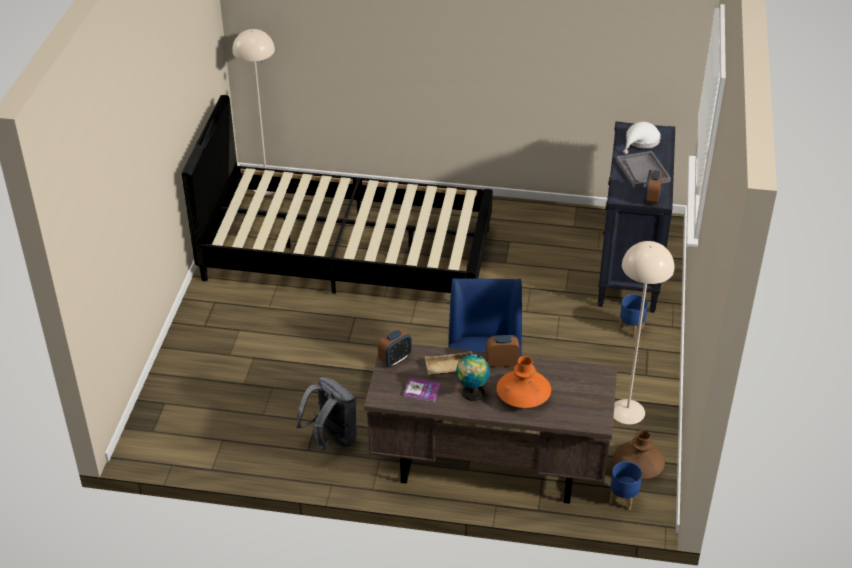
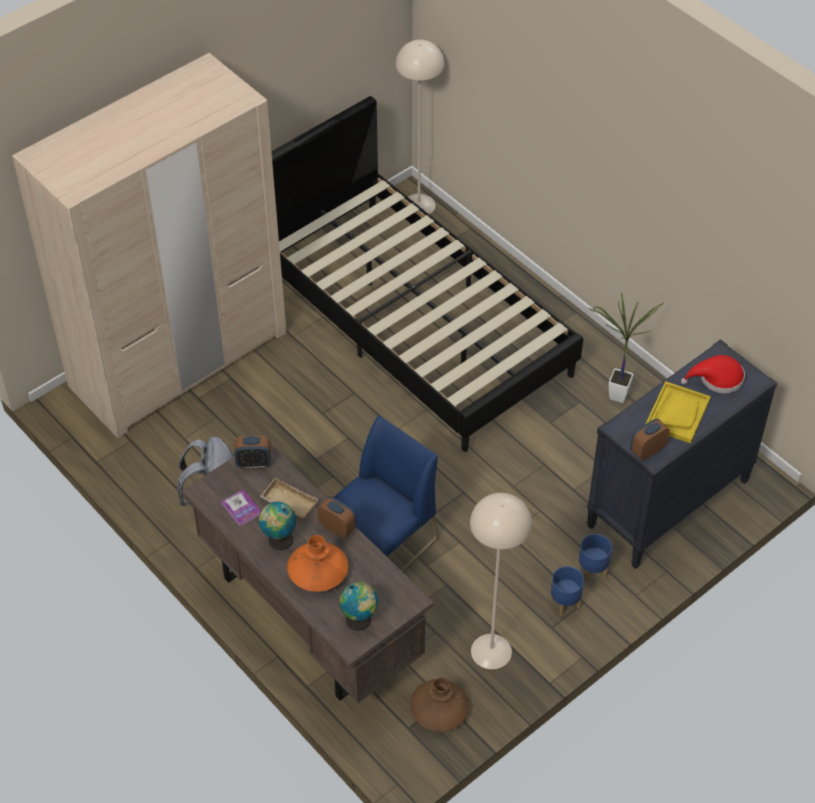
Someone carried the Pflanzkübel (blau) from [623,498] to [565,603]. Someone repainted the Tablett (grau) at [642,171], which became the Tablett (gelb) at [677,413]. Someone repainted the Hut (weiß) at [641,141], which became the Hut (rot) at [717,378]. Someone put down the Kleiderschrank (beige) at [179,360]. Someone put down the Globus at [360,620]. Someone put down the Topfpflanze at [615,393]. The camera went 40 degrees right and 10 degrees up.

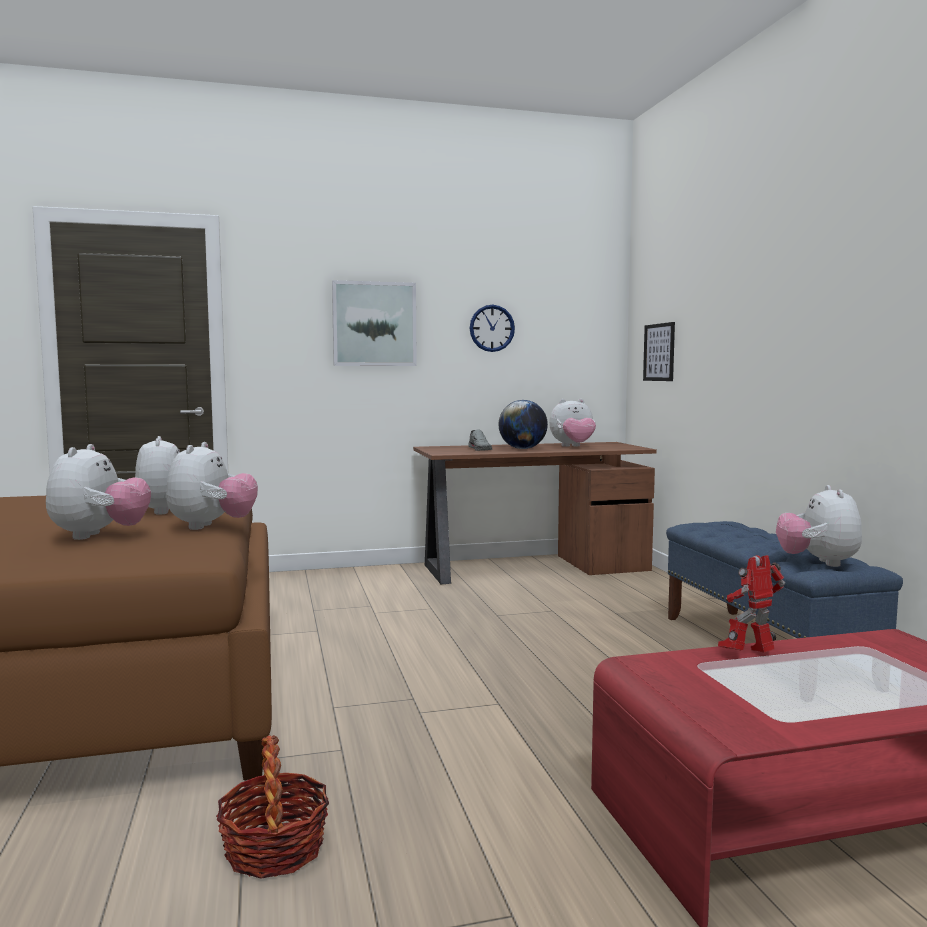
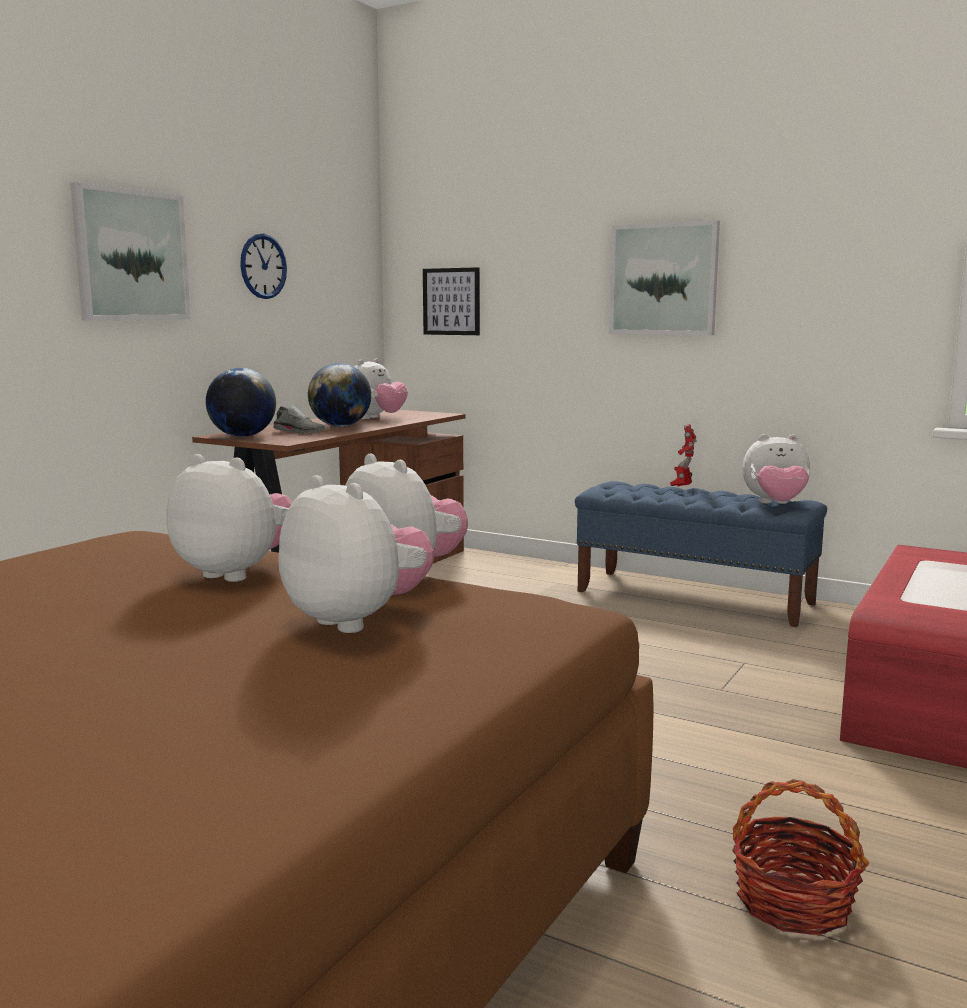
Someone carried the Spielzeugroboter from [749,655] to [682,488]. Someone rotated the Plüschtier at [818,563] by 45 degrees counterclockwise. Someone put down the Globus at [242,436]. Someone put up the Bild at [663,279]. The camera went 45 degrees left and 5 degrees up.

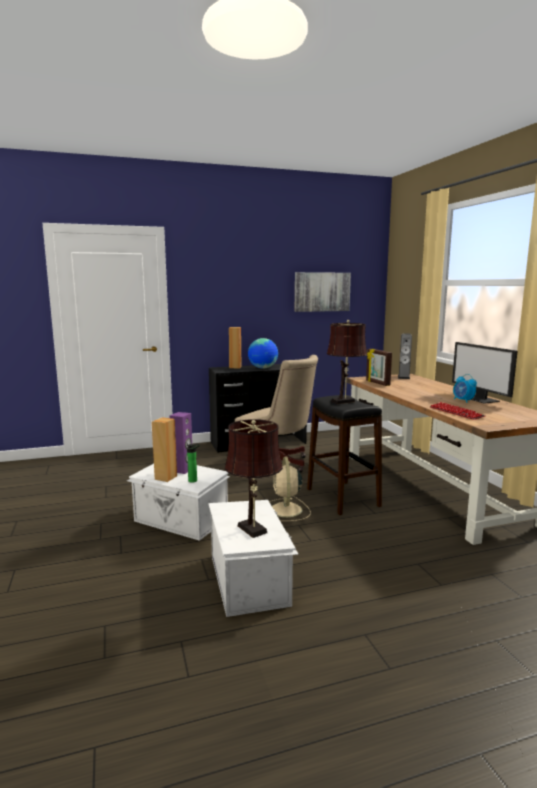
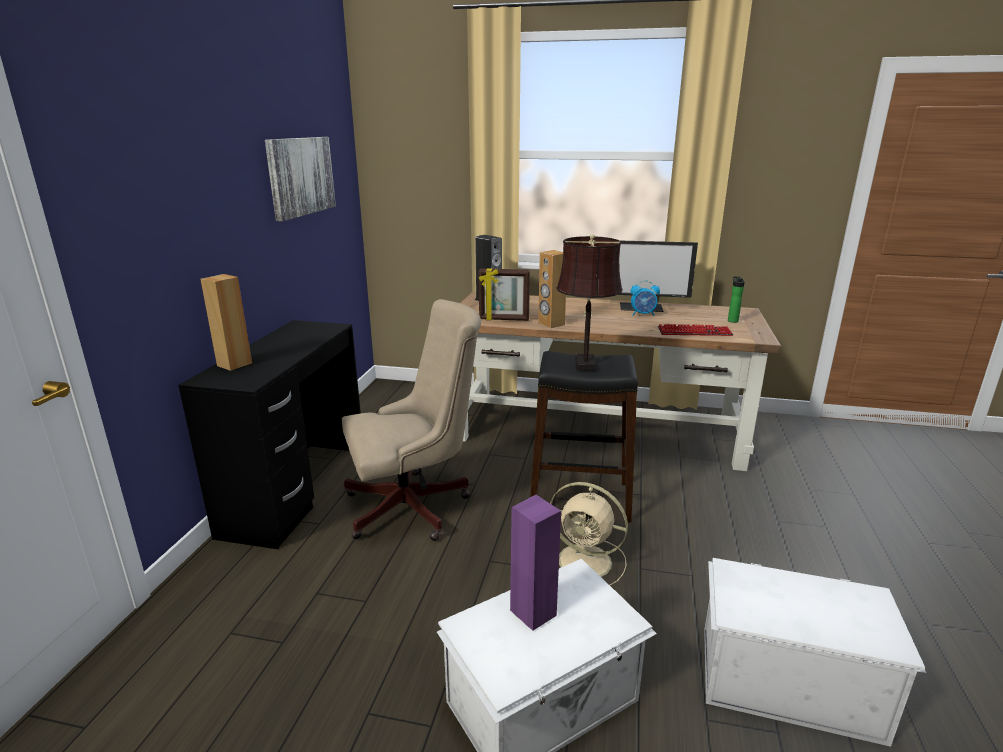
Someone carried the Lautsprecher (braun) from [165,477] to [551,324]. Someone carried the Flasche from [194,480] to [732,320]. Someone took away the Tischlampe (braun) at [253,530]. Someone took away the Globus at [263,368]. The camera went 60 degrees left and 10 degrees up.

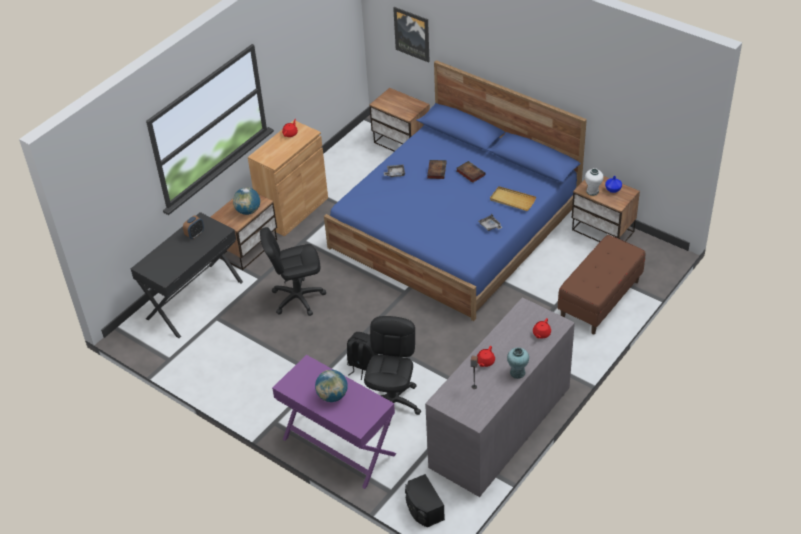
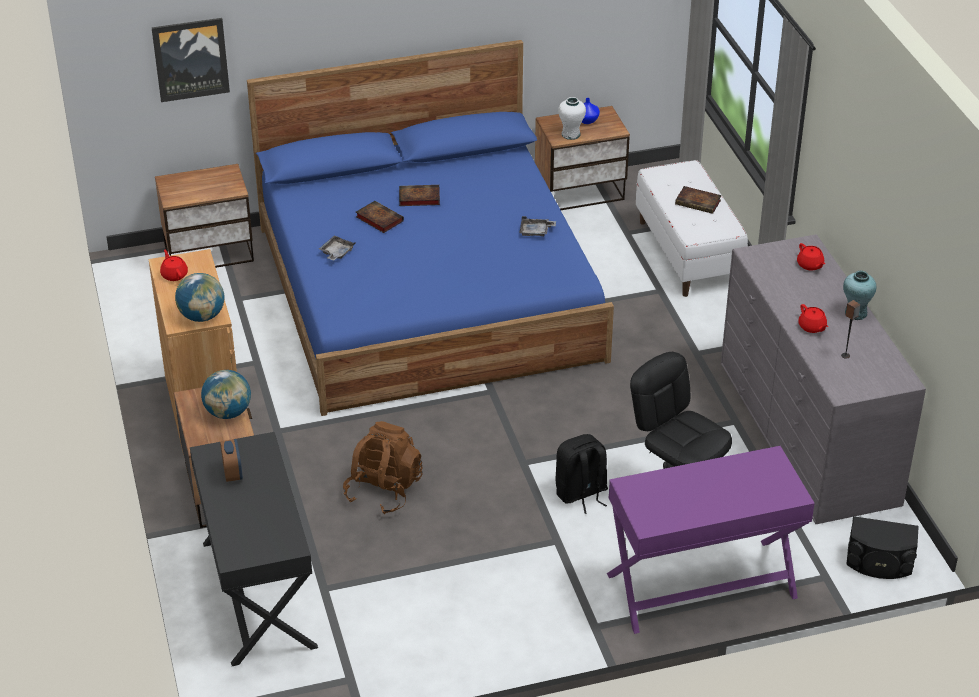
Someone swapped the Bürostuhl (schwarz) at [297,298] for the Rucksack (braun) at [384,490]. Someone carried the Globus from [332,396] to [202,316]. Someone took away the Tablett (beige) at [512,200]. Someone repainted the Bank (braun) at [600,300], which became the Bank (weiß) at [688,254]. Someone put down the Buch at [699,202]. The camera went 55 degrees left and 5 degrees down.

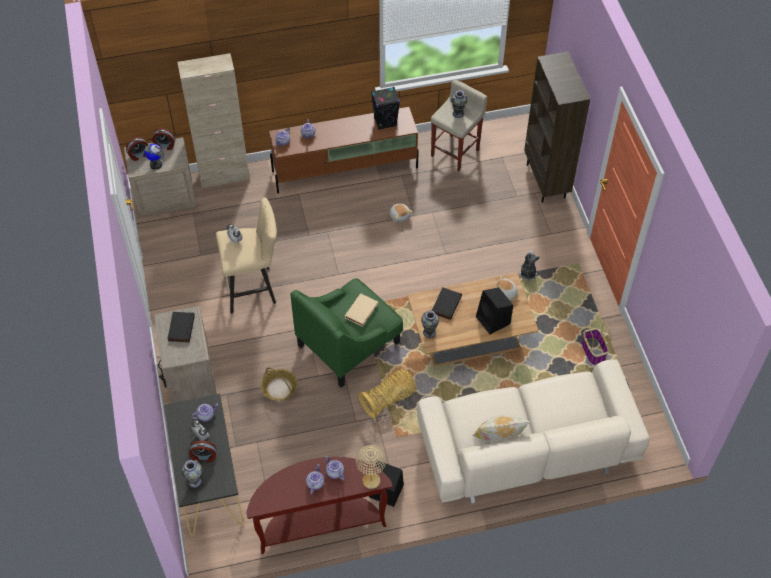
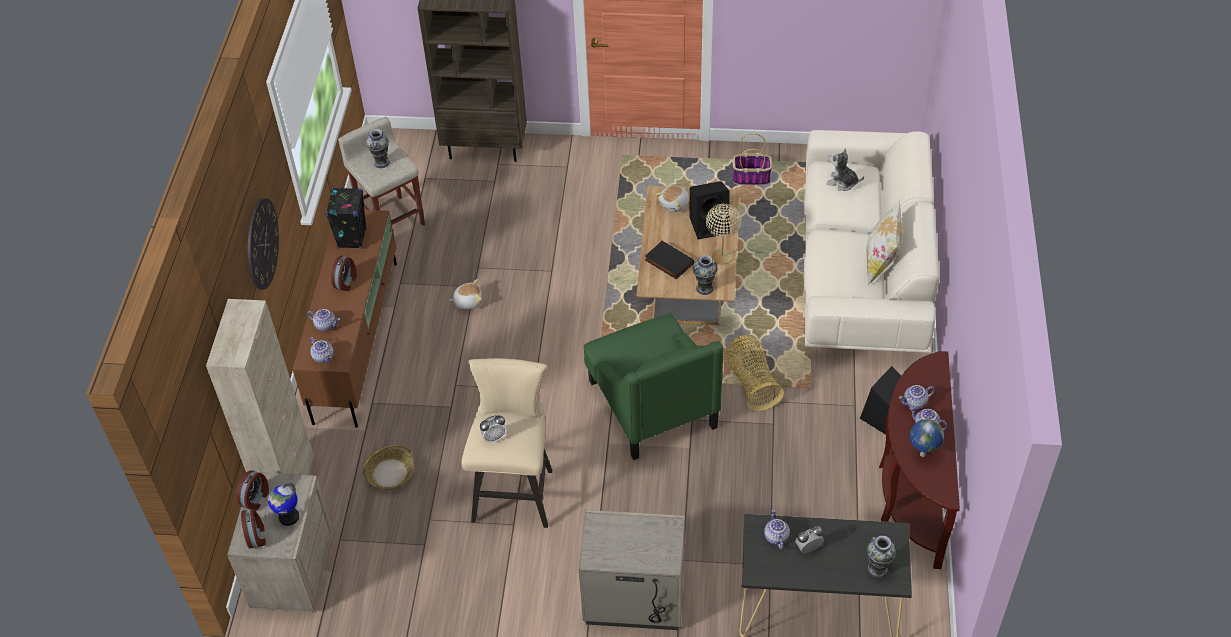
Someone took away the Buch (schwarz) at [180,328]. Someone carried the Wecker from [204,457] to [346,282]. Someone carried the Korb from [279,388] to [389,473]. Someone took away the Buch (beige) at [361,310]. Someone carried the Tischlampe (beige) from [371,481] to [722,257]. Someone carried the Plüschtier from [527,273] to [842,182]. Someone put up the Wanduhr at [262,243]. Someone put down the Globus at [921,454]. The camera went 70 degrees left and 5 degrees down.

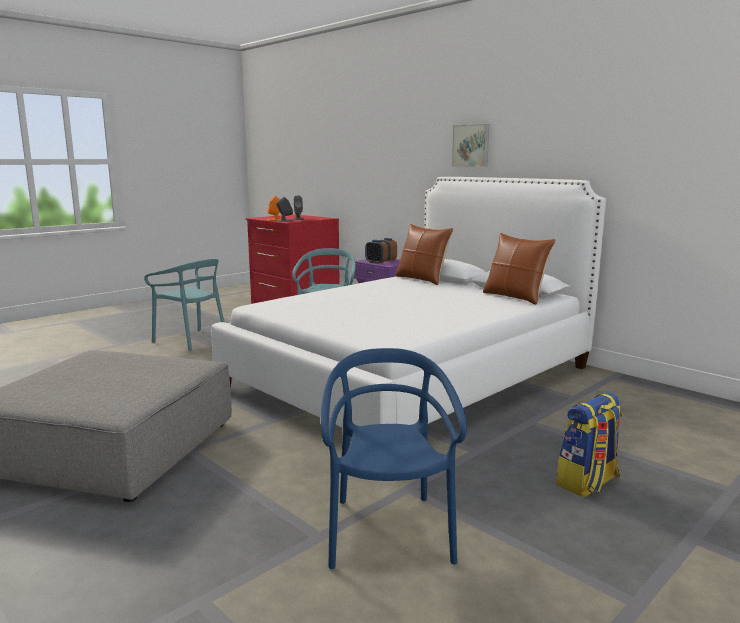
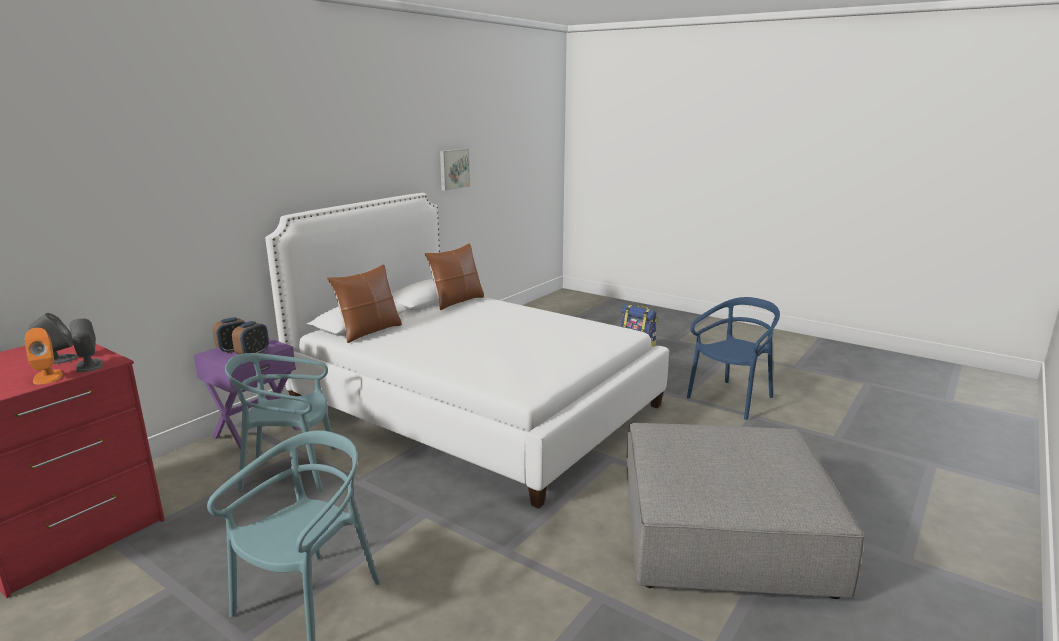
Someone rotated the Stuhl (blau) at [388,532] by 150 degrees clockwise. Someone carried the Bild from [471,145] to [453,169]. The camera went 100 degrees left and 5 degrees up.

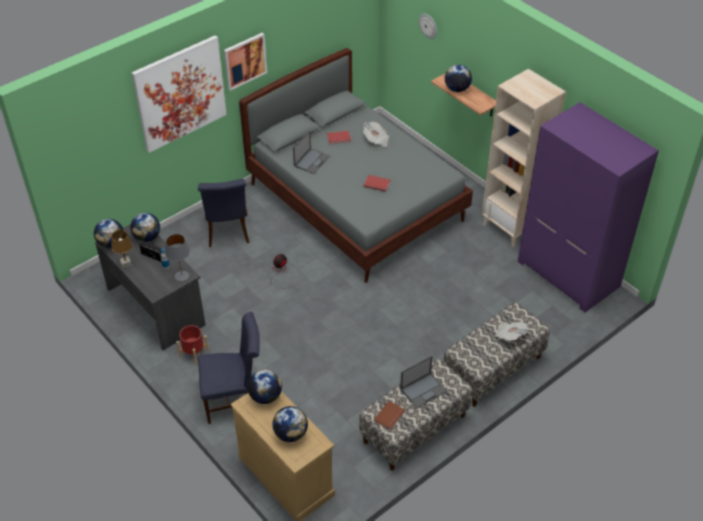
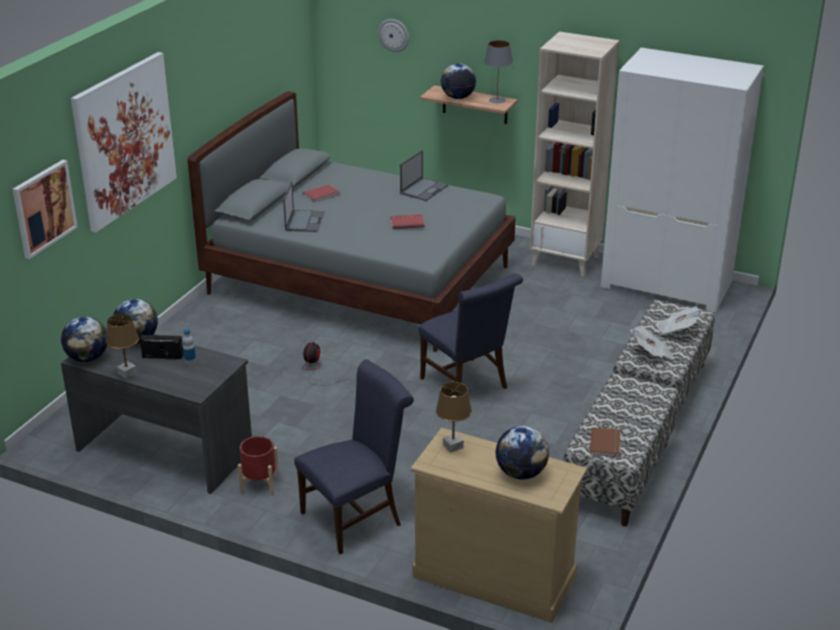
Someone carried the Tischlampe (grau) from [181,276] to [497,100]. Someone carried the Stuhl (blau) from [228,233] to [467,385]. Someone carried the Bild from [245,61] to [43,208]. Someone swapped the Globus at [266,396] for the Tischlampe (braun) at [453,446]. Someone carried the Zeitung from [376,140] to [652,354]. Someone carried the Laptop from [423,390] to [424,189]. Someone repainted the Kleiderschrank (lila) at [569,274], which became the Kleiderschrank (weiß) at [668,284]. The camera went 25 degrees left and 15 degrees down.

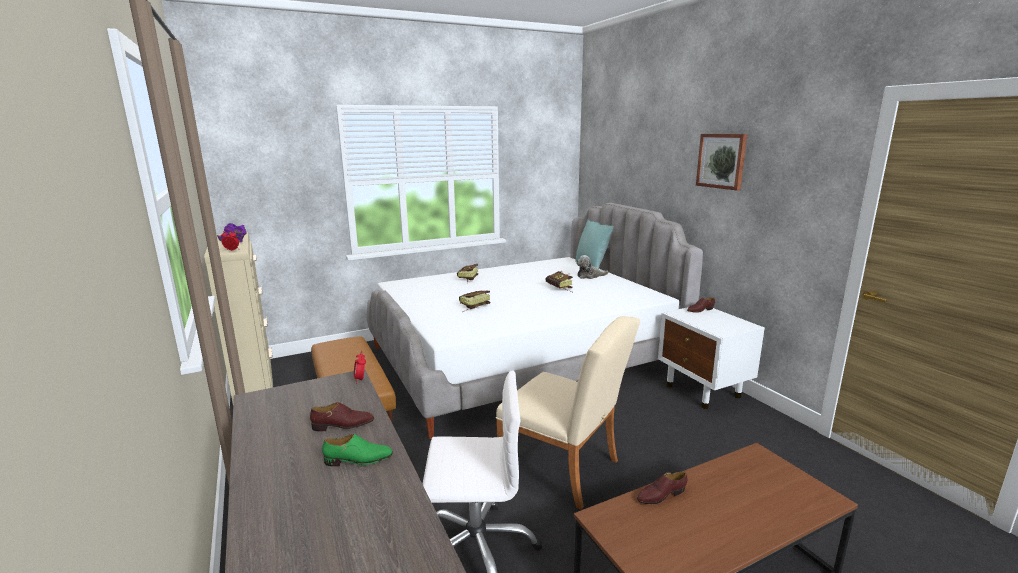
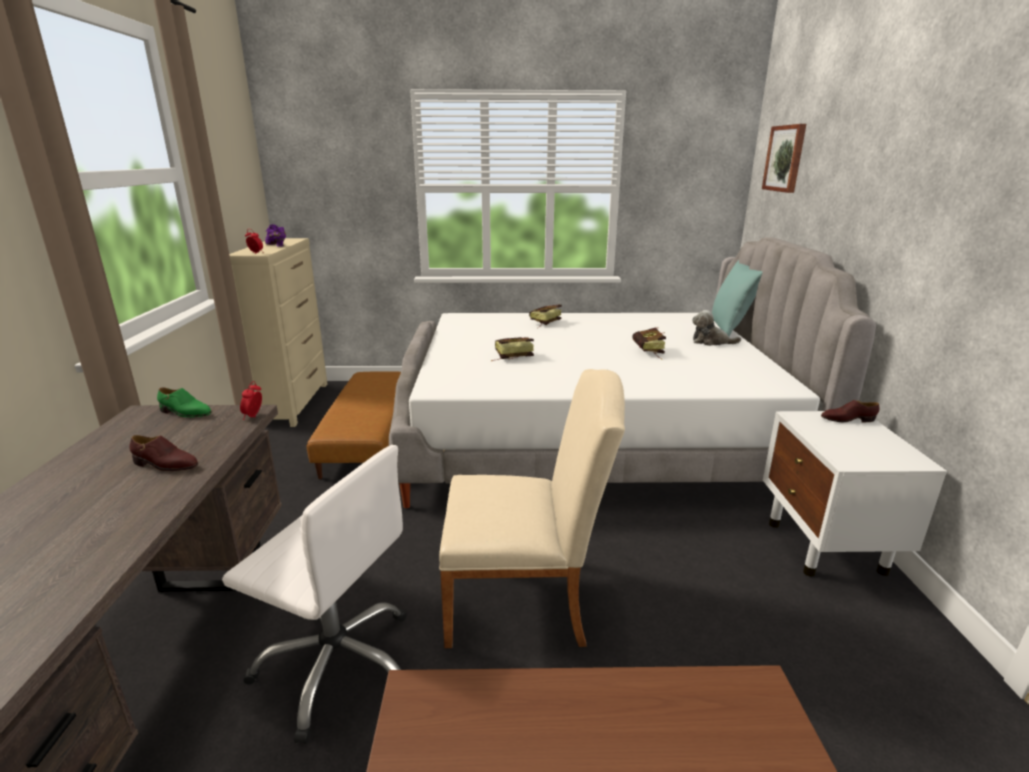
Someone carried the Schuh (grün) from [358,460] to [185,413]. Someone rotated the Stuhl (beige) at [566,470] by 60 degrees counterclockwise. Someone took away the Schuh (braun) at [661,495]. Someone carried the Bild from [722,161] to [785,158]. The camera went 25 degrees right and 5 degrees up.

